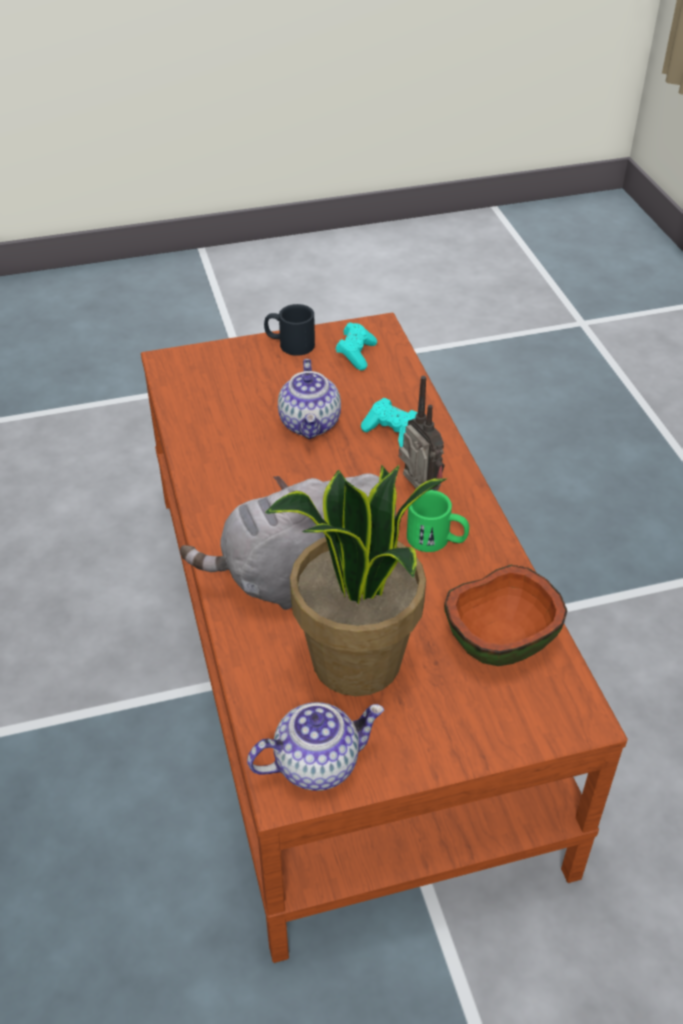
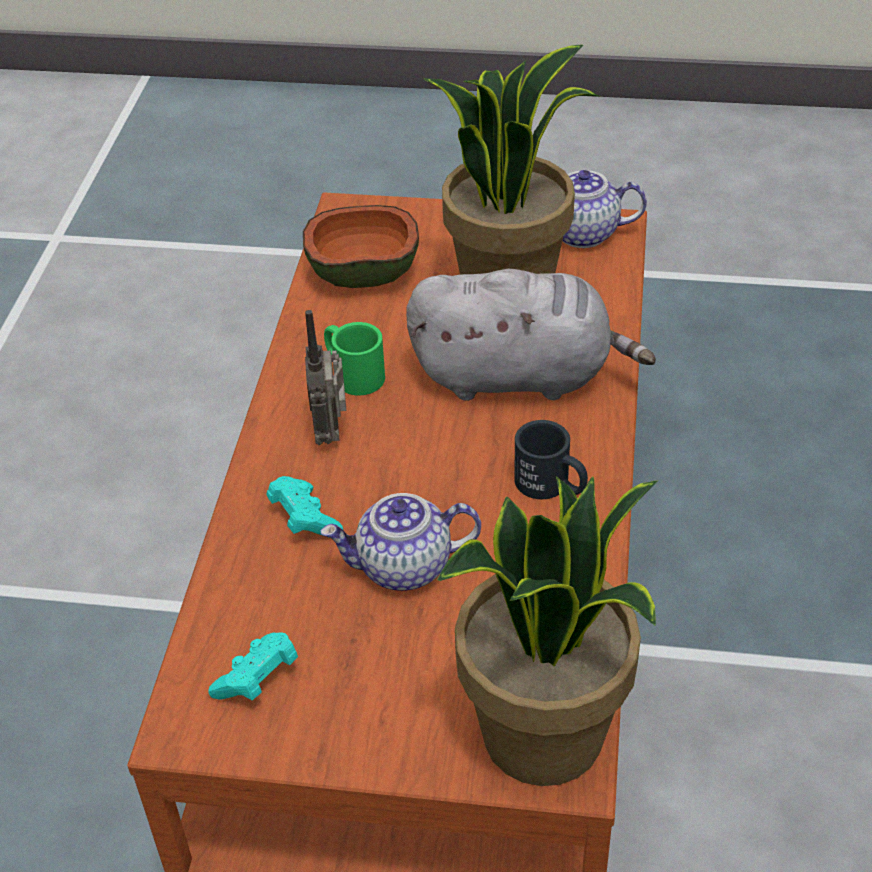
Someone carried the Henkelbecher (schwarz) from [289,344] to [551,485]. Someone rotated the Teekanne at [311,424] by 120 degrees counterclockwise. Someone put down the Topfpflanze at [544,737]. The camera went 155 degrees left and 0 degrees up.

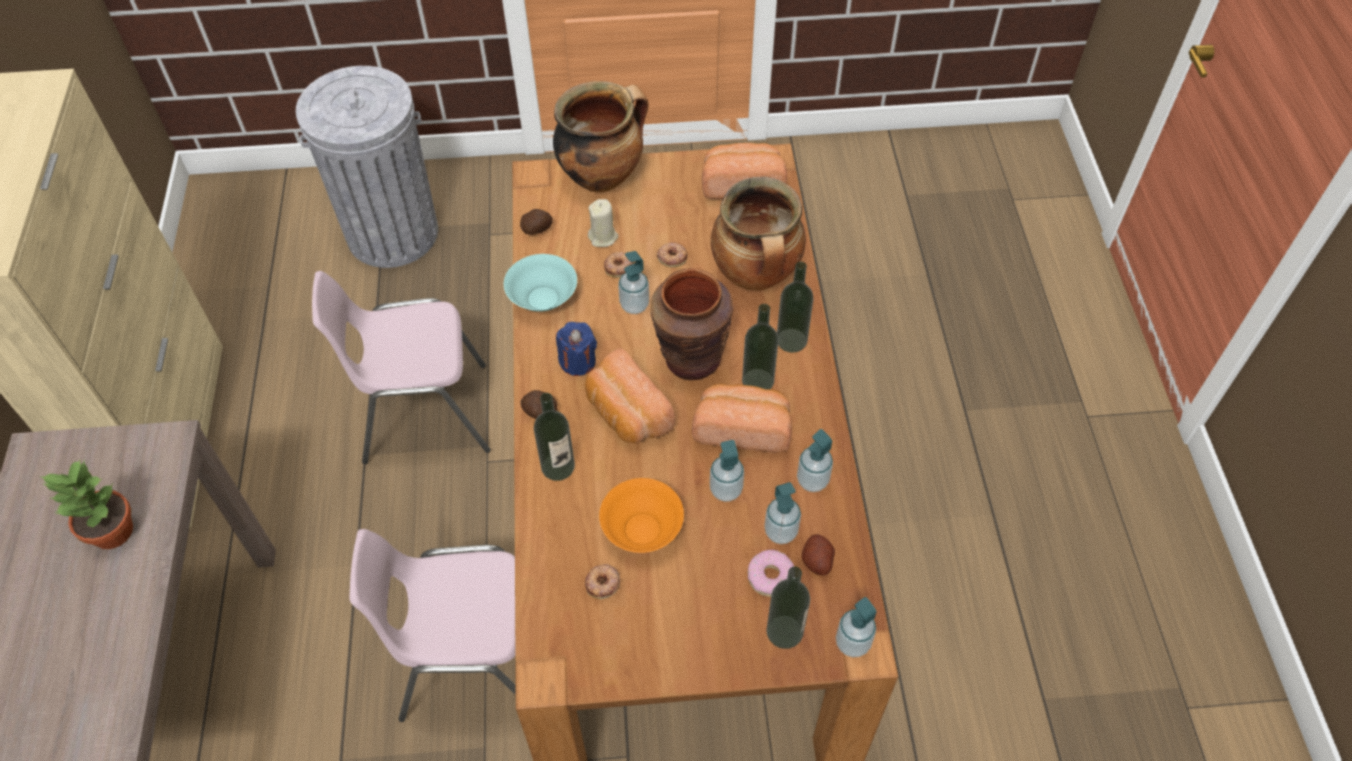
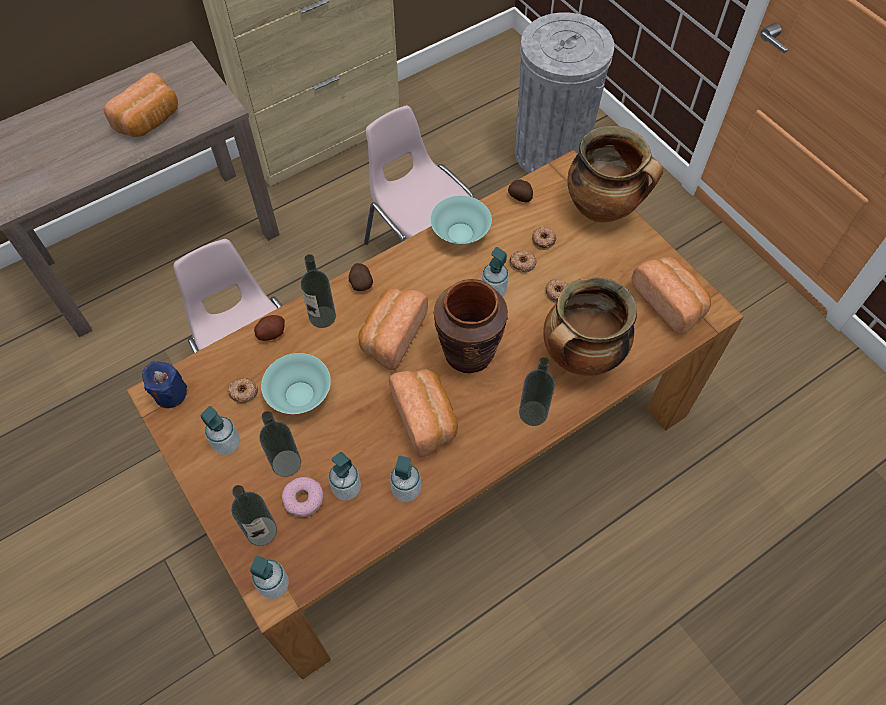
Someone swapped the Topfpflanze at [111,532] for the Brot at [150,121]. Someone carried the Kerze (blau) from [578,361] to [170,394]. Someone swapped the Kerze (beige) at [603,237] for the Donut at [543,239]. Someone repainted the Schüssel (orange) at [641,529], which became the Schüssel (türkis) at [299,394]. Someone carried the Seifenspender from [726,490] to [227,444]. Someone carried the Flasche from [757,381] to [286,463]. Someone carried the Kartoffel from [817,561] to [271,333]. The camera went 60 degrees right and 5 degrees up.

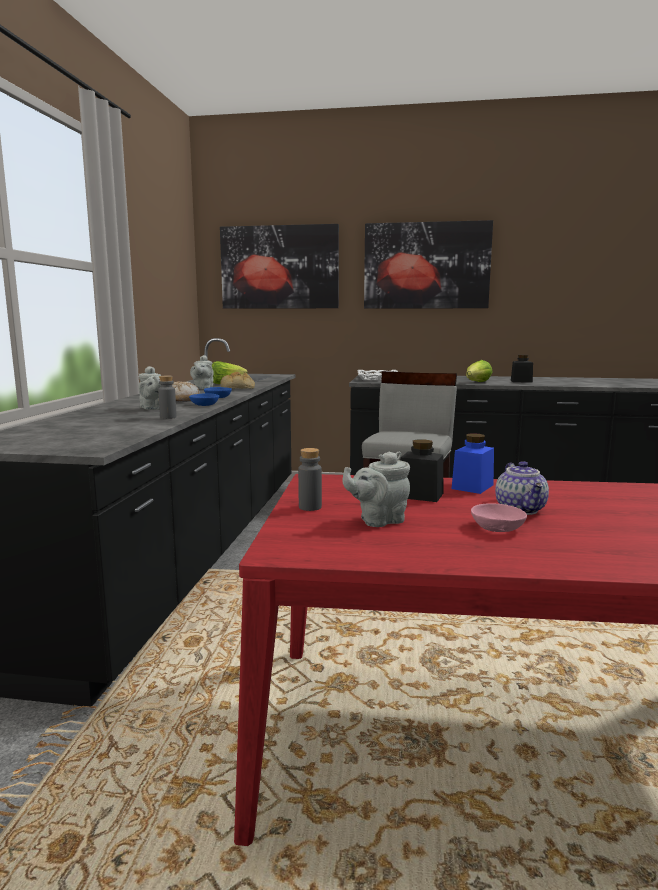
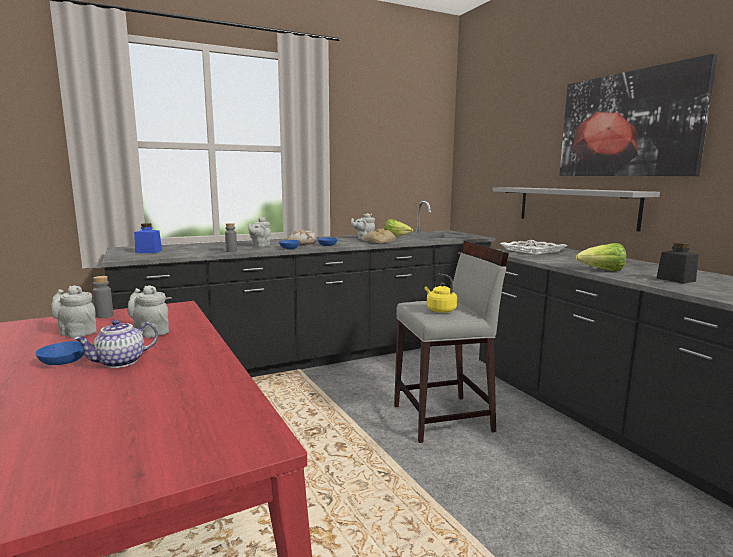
Someone took away the Bild at [279,267]. Someone swapped the Vorratsglas (schwarz) at [420,495] for the Teekanne (grau) at [150,332]. Someone carried the Vorratsglas (blau) from [472,487] to [148,251]. Someone repainted the Schüssel (rosa) at [499,528], which became the Schüssel (blau) at [64,362]. Someone put down the Wasserkessel (gelb) at [439,310]. Someone put up the Wandregal (grau) at [575,206]. The camera went 55 degrees right and 0 degrees up.

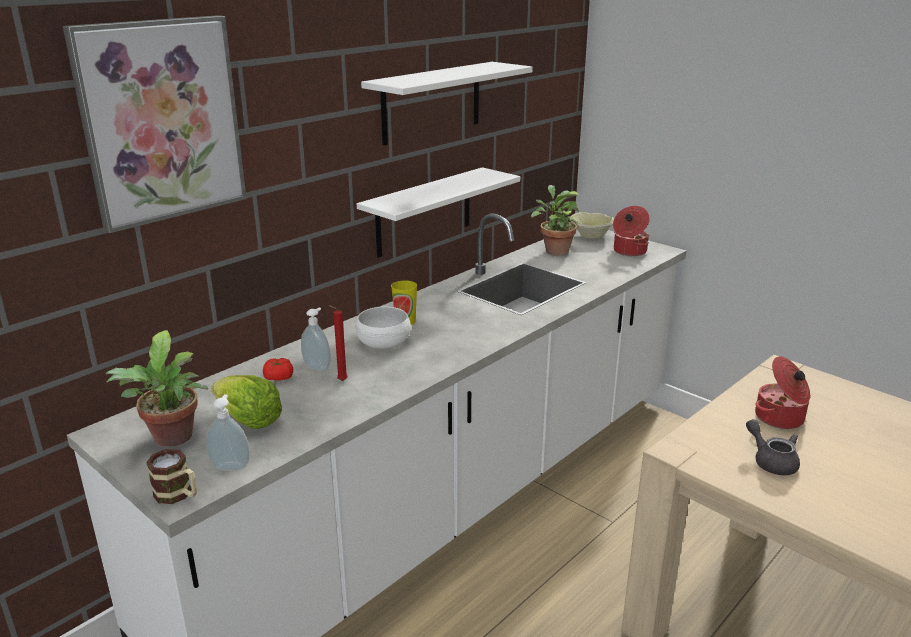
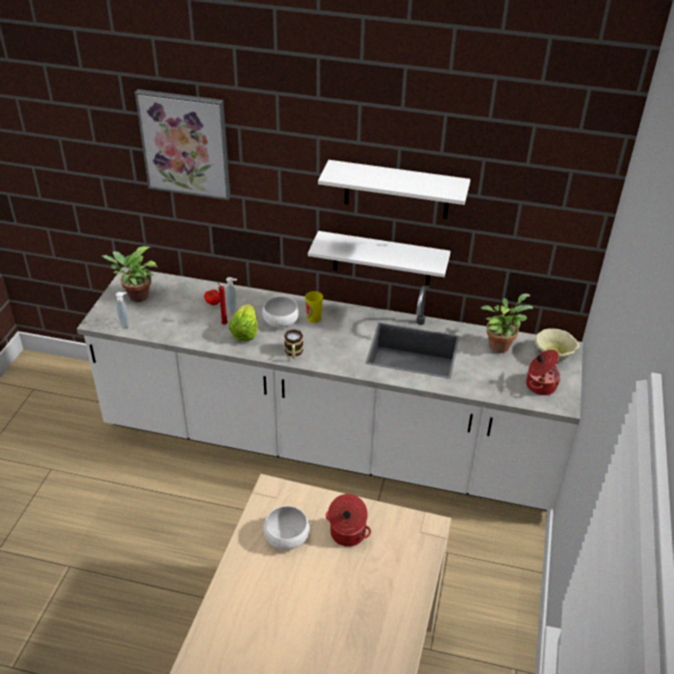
Someone carried the Henkelbecher from [178,495] to [293,353]. Someone carried the Salatkopf from [248,420] to [245,332]. Someone swapped the Teekanne (grau) at [771,461] for the Schüssel (weiß) at [286,536]. The camera went 60 degrees right and 15 degrees up.

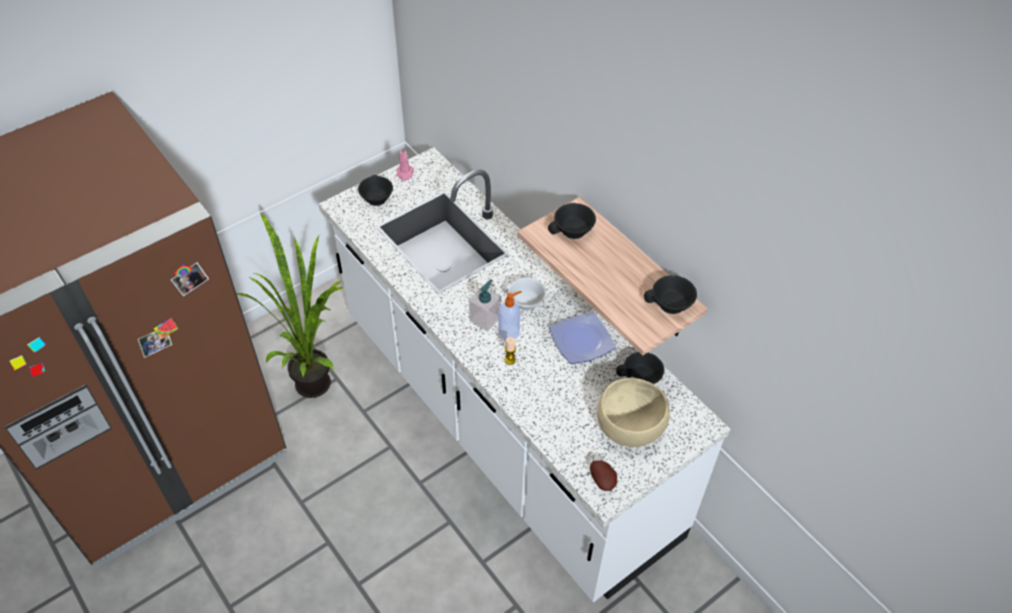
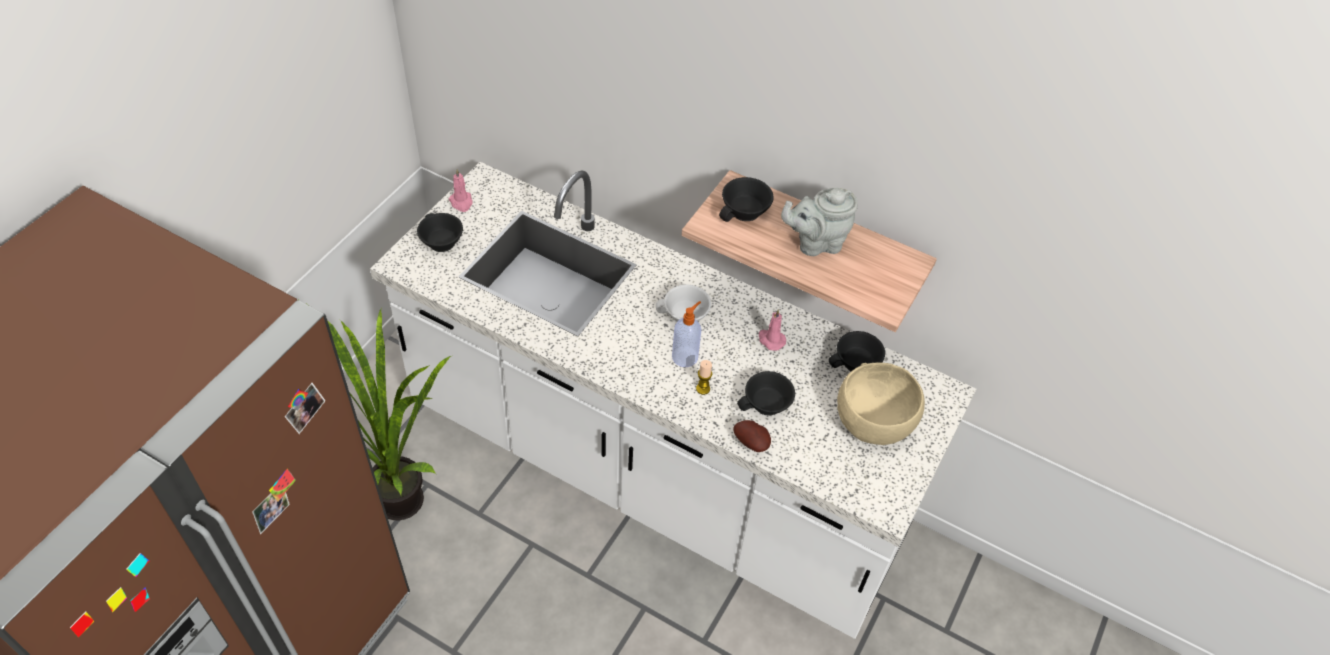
Someone took away the Seifenspender at [485,319]. Someone swapped the Teller at [582,340] for the Kerze (rosa) at [771,339]. Someone carried the Kartoffel from [603,481] to [752,443]. Someone carried the Tasse (schwarz) from [670,305] to [766,405]. Someone put down the Teekanne (grau) at [815,243]. The camera went 25 degrees left and 0 degrees up.

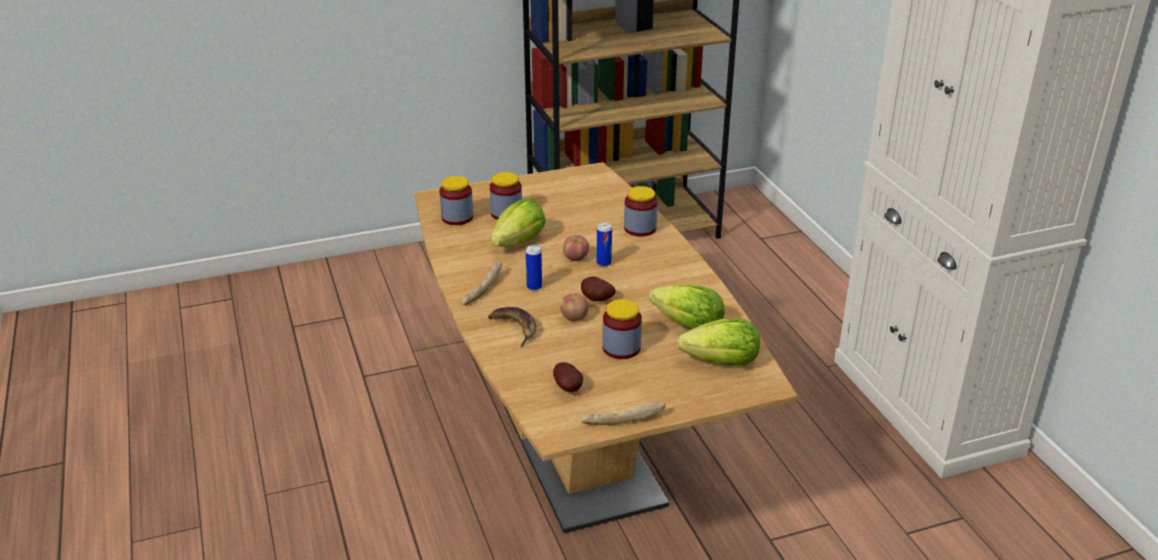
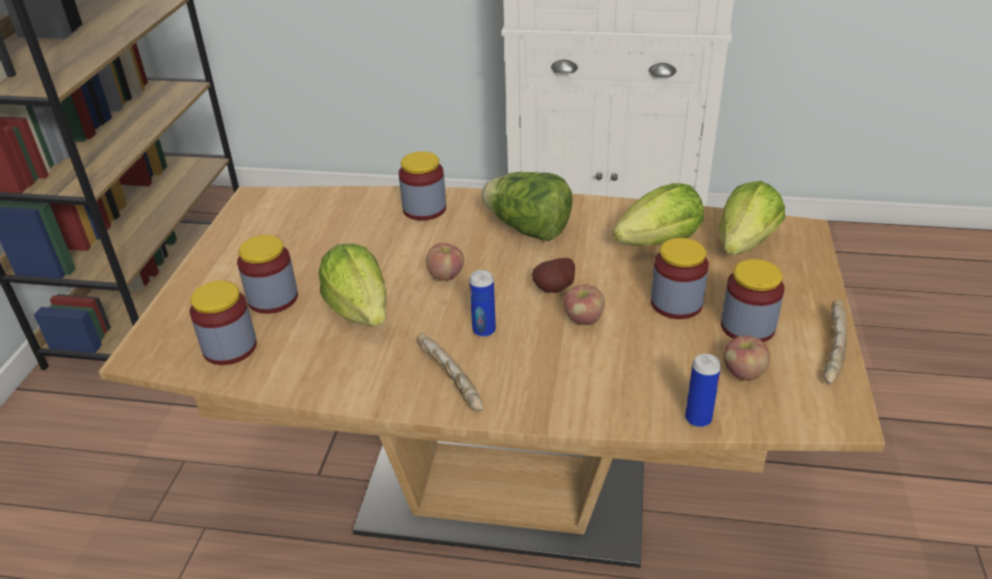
Someone took away the Banane at [515,328]. Someone swapped the Kartoffel at [569,388] for the Apfel at [743,373]. Someone carried the Dose from [604,263] to [698,419]. Someone put down the Salatkopf at [528,229]. Someone put down the Vorratsglas at [747,327]. The camera went 60 degrees left and 5 degrees up.

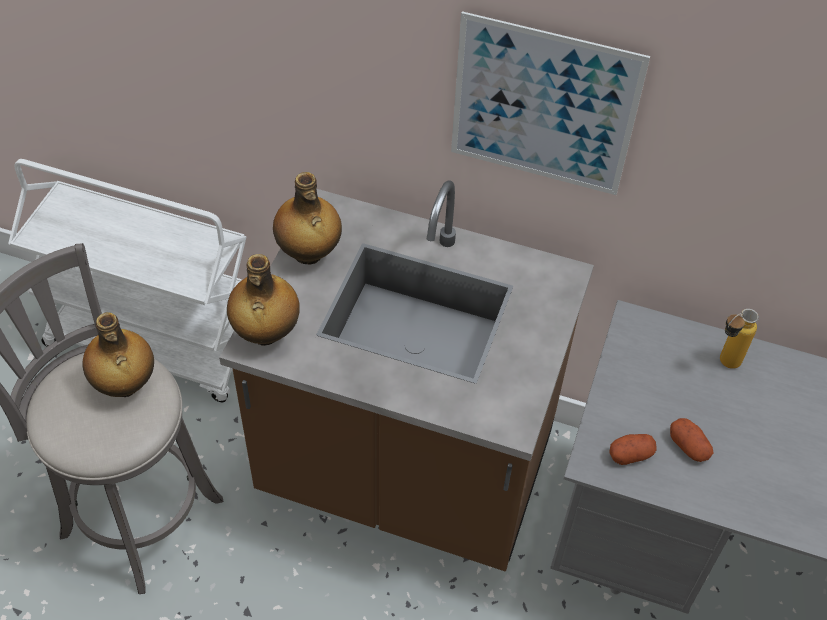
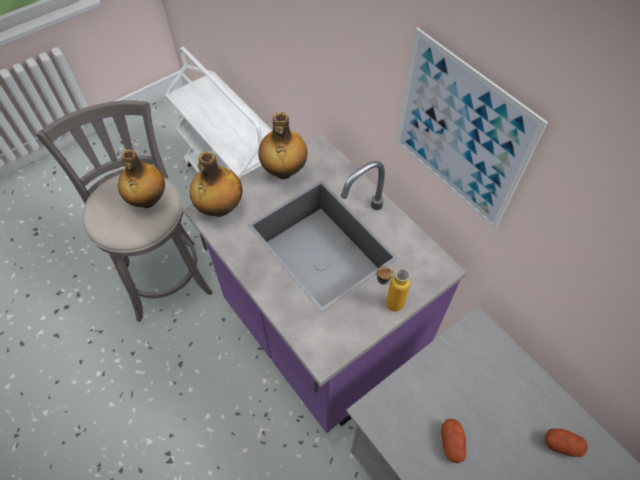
Someone repainted the Küchenzeile (braun) at [406,471], which became the Küchenzeile (lila) at [320,334]. Someone carried the Kartoffel from [630,454] to [562,444]. Someone carried the Flasche from [723,364] to [387,304]. The camera went 35 degrees right and 5 degrees up.

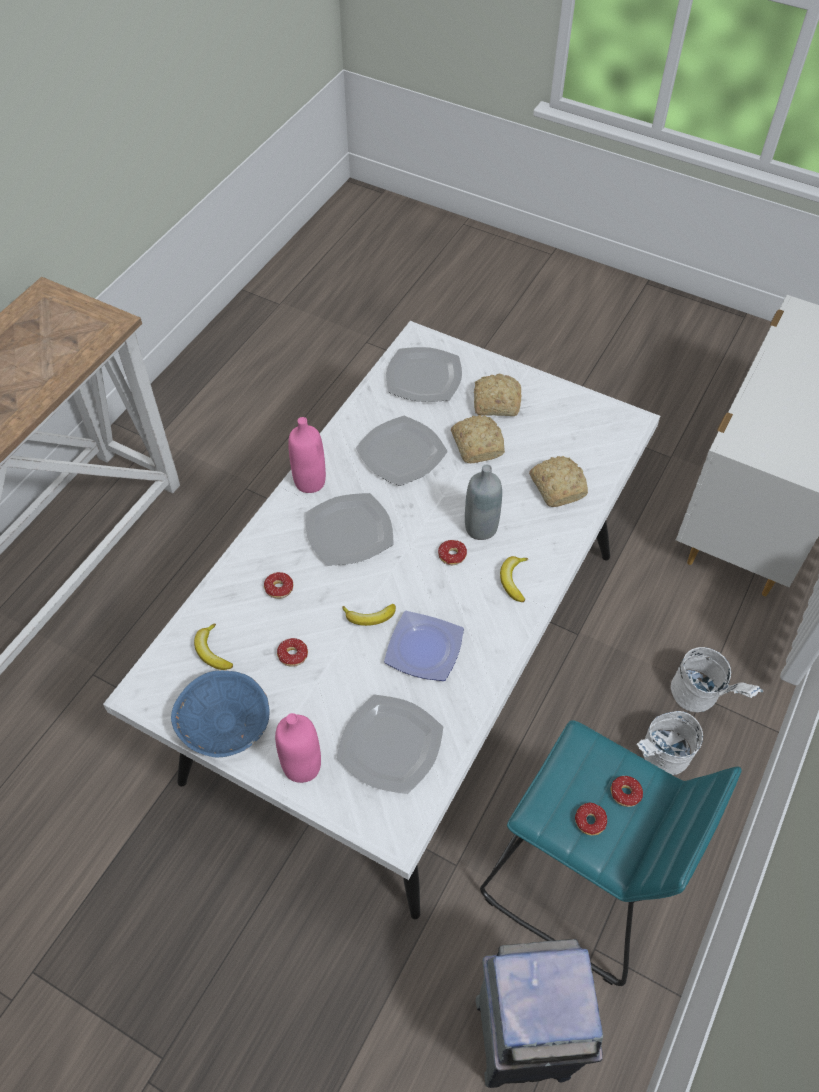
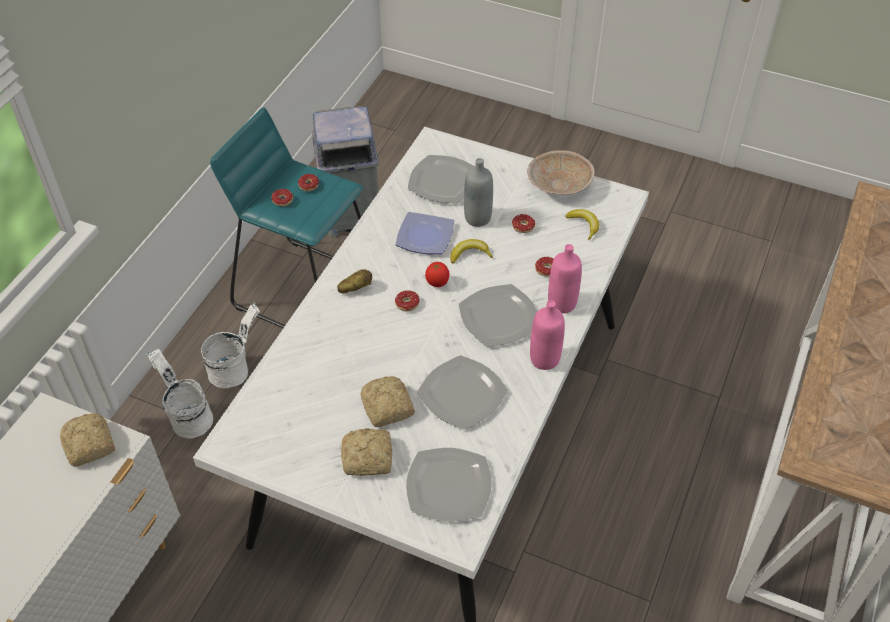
Someone repainted the Schüssel (blau) at [226,724], which became the Schüssel (beige) at [558,185]. Someone carried the Flasche (rosa) from [302,766] to [562,303]. Someone carried the Flasche (grau) from [481,528] to [477,218]. Someone swapped the Banane at [513,580] for the Kartoffel at [355,288]. Someone carried the Brot from [558,486] to [89,446]. Someone put down the Tomate at [437,283]. The camera went 175 degrees right and 5 degrees down.

